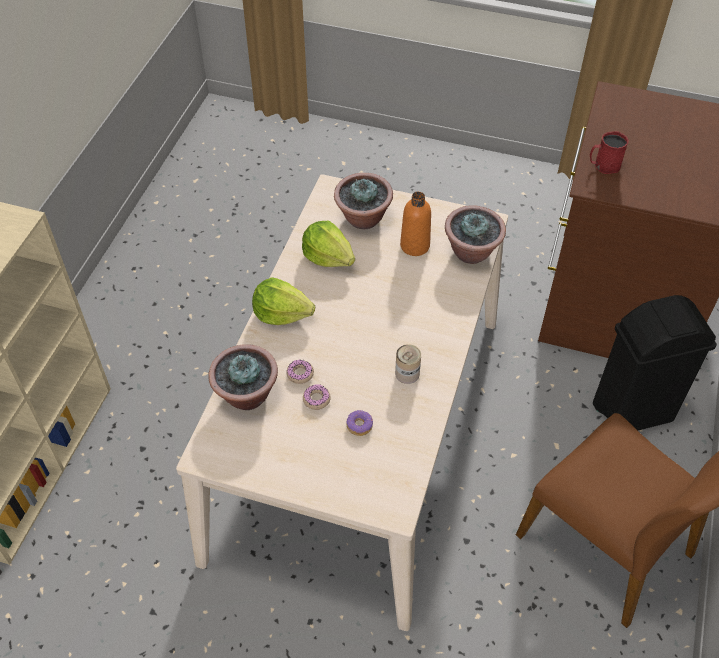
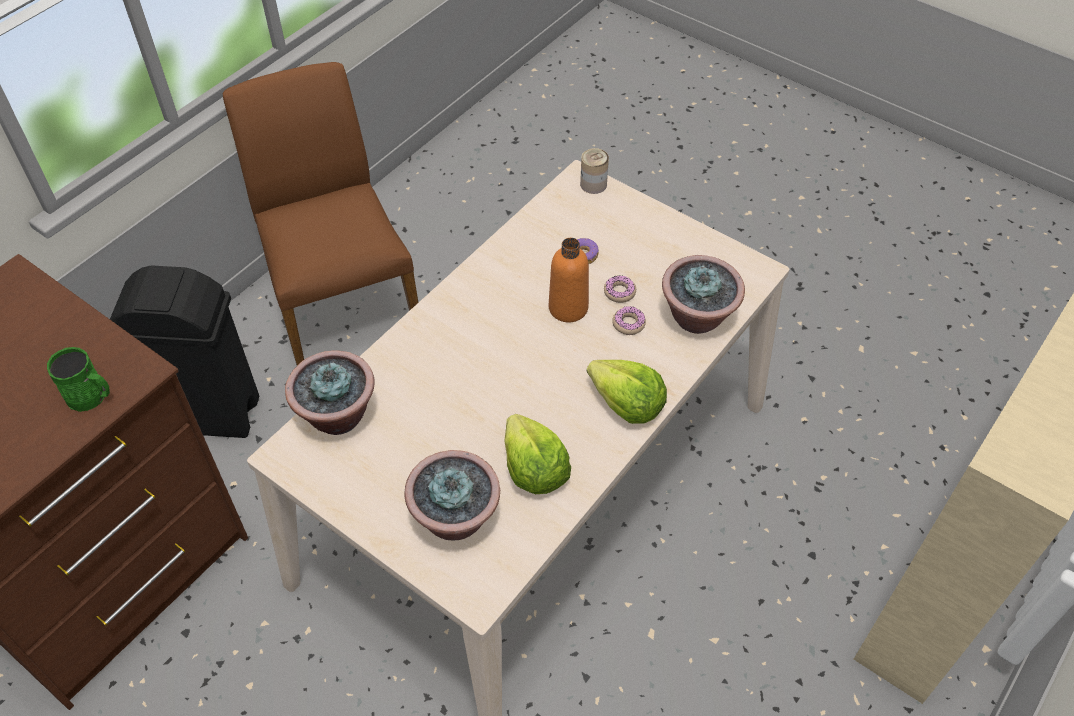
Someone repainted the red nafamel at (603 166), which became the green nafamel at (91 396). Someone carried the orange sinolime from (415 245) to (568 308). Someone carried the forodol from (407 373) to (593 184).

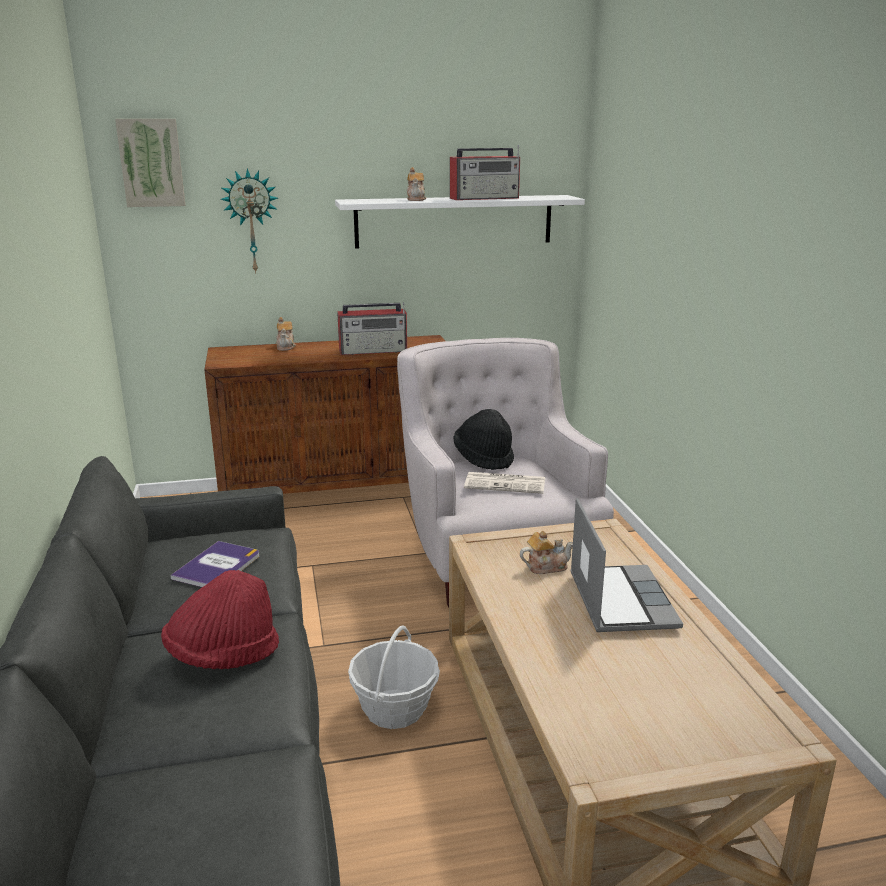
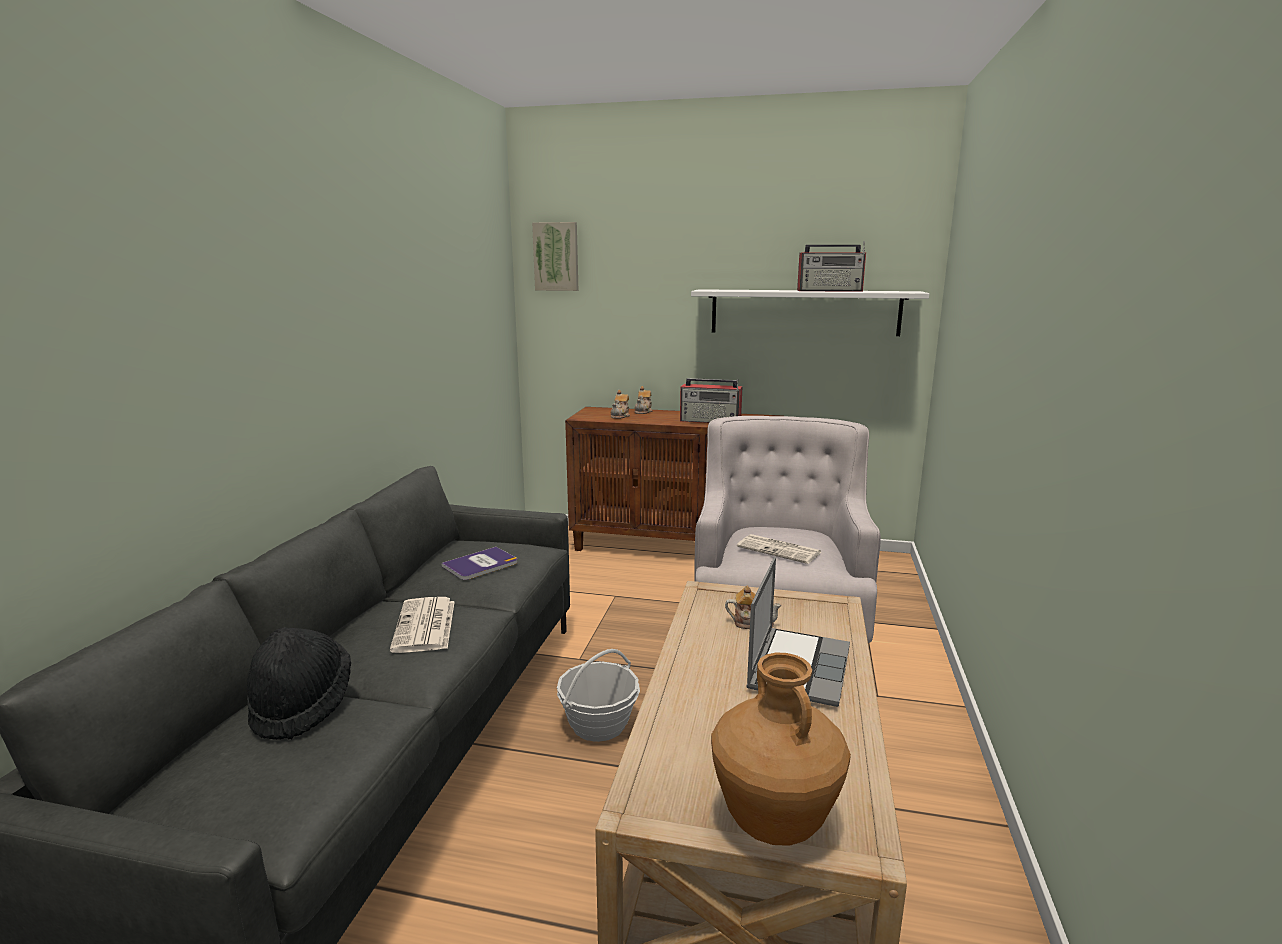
Someone carried the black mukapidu from (484 458) to (302 705). Someone swapped the red mukapidu at (223 655) for the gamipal at (425 626). Someone carried the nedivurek from (416 199) to (620 416). Someone put down the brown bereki at (774 824). Someone took away the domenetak at (251 221).

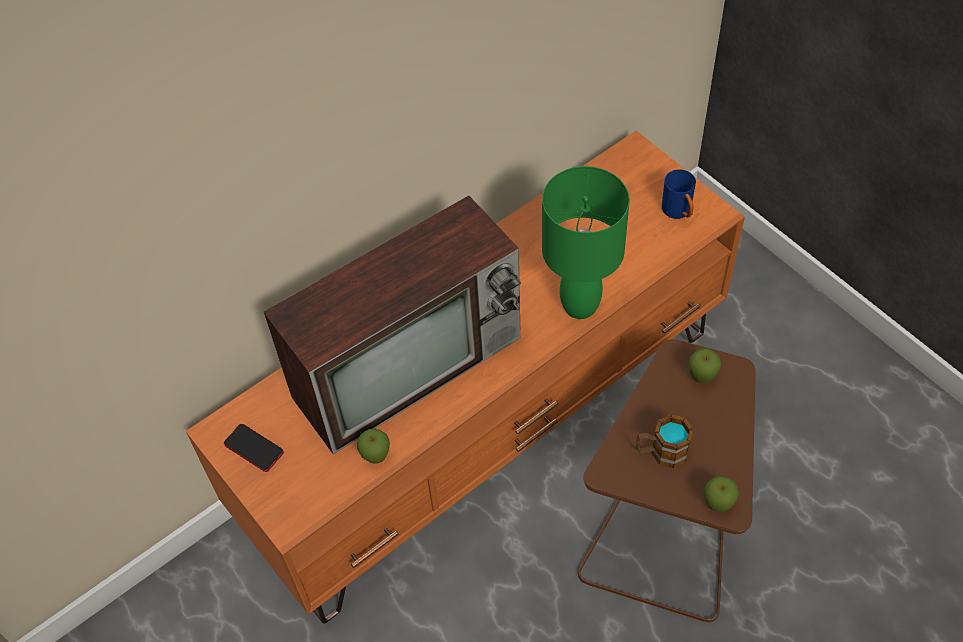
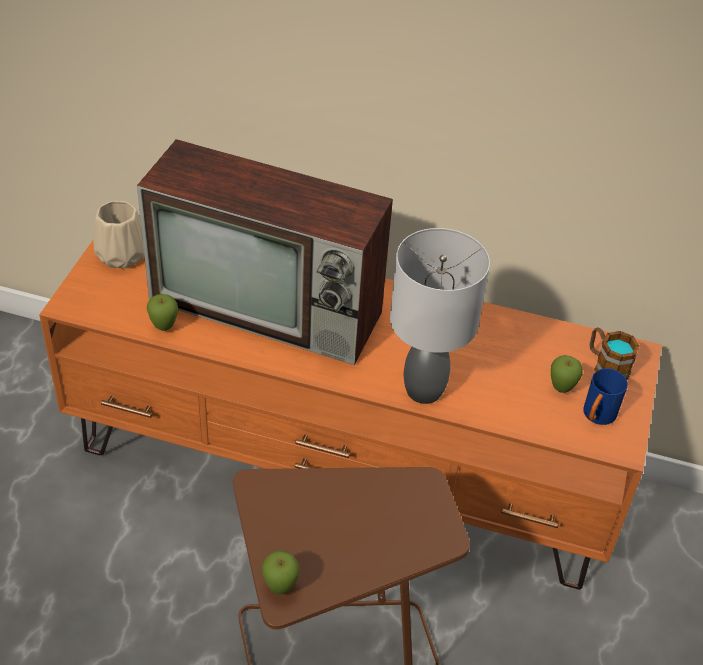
Someone swapped the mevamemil at (254 448) for the beige bereki at (123 255). Someone repainted the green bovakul at (581 306), which became the grey bovakul at (423 391). Someone carried the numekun from (701 378) to (561 389). Someone carried the nafamel from (661 452) to (606 366).

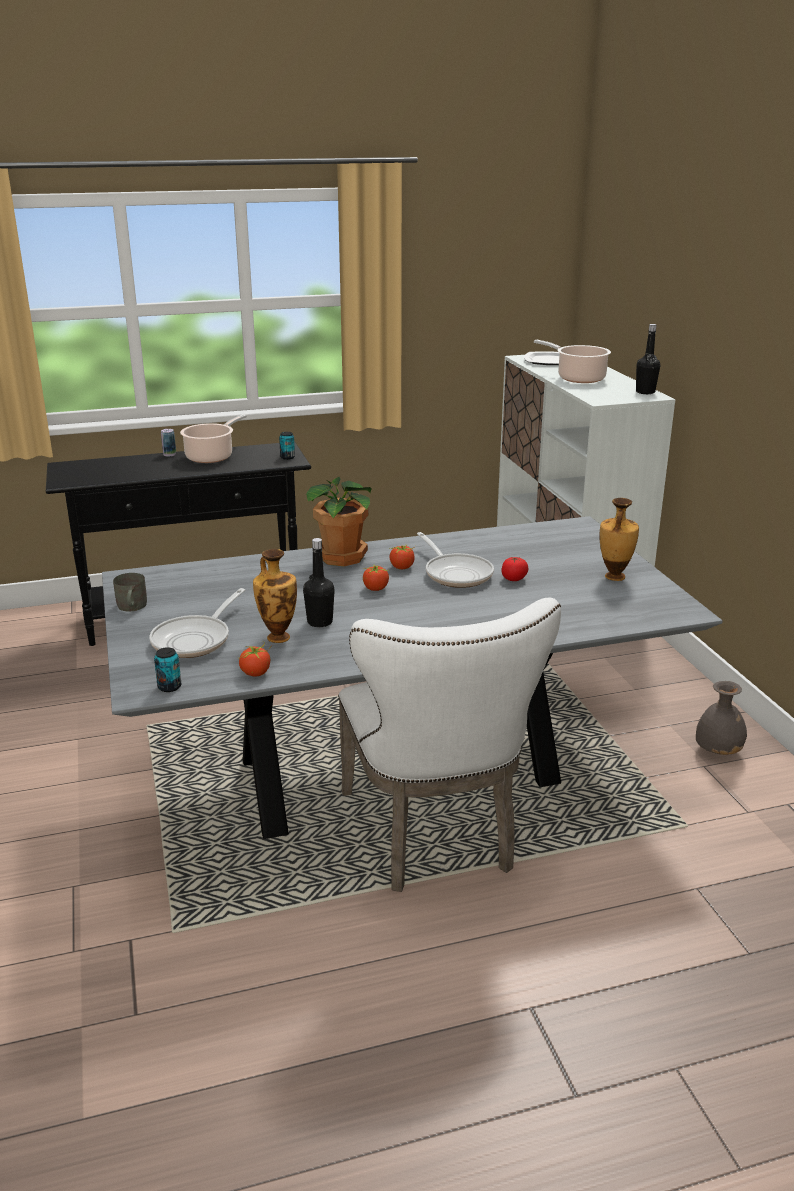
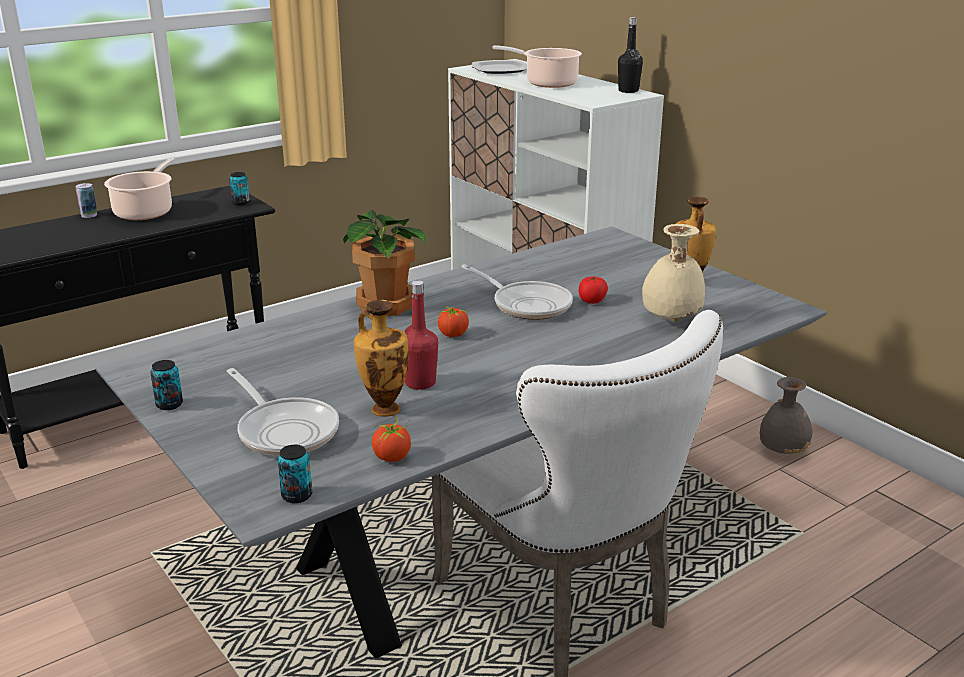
Someone swapped the grey nafamel at (131 607) for the forodol at (169 404). Someone rotated the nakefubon at (195 639) by 45 degrees counterclockwise. Someone repainted the black sinolime at (320 622), which became the red sinolime at (420 383). Someone put down the beige bereki at (670 320). Someone took away the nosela at (402 567).

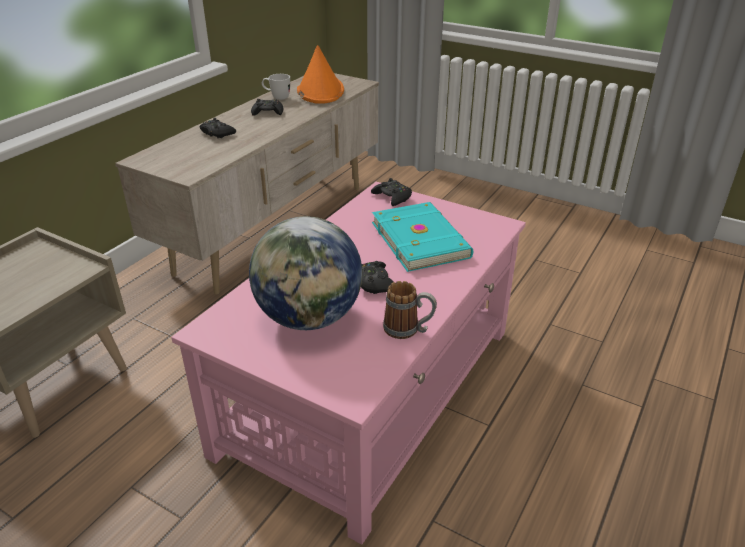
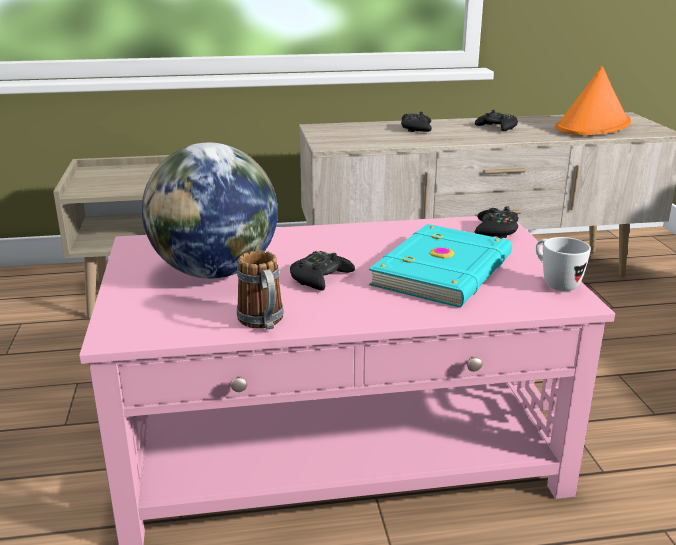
Someone carried the white nafamel from (277 98) to (555 283).

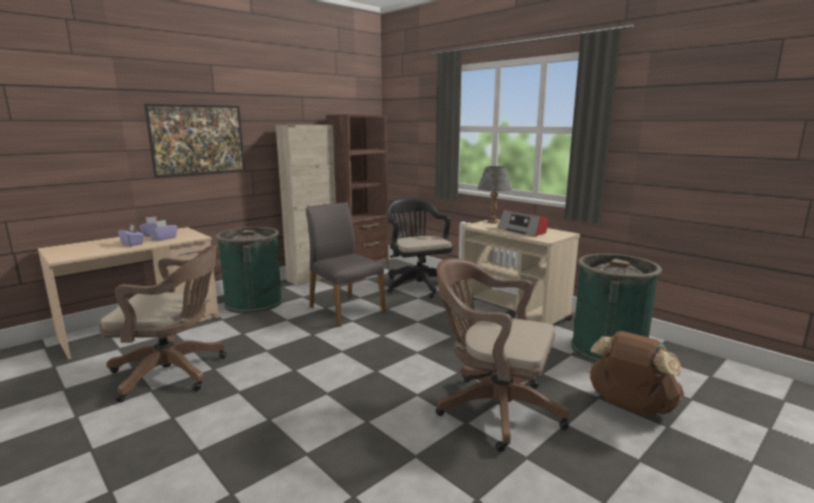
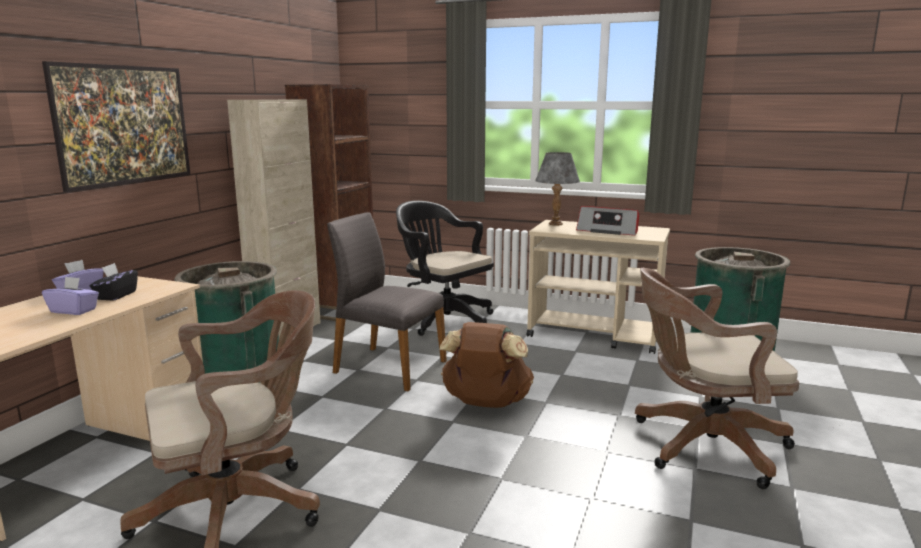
Someone repainted the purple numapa at (163 238), which became the black numapa at (116 295). Someone carried the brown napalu from (629 407) to (485 403).

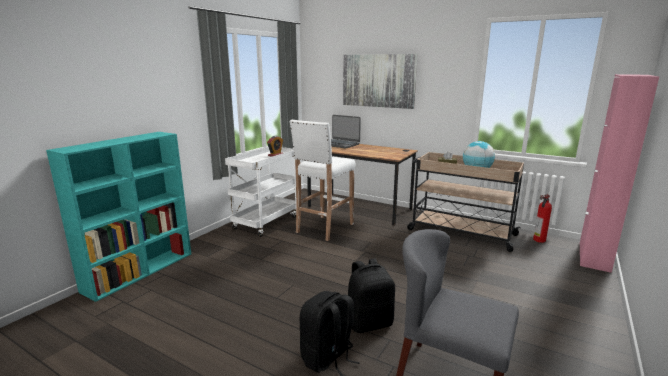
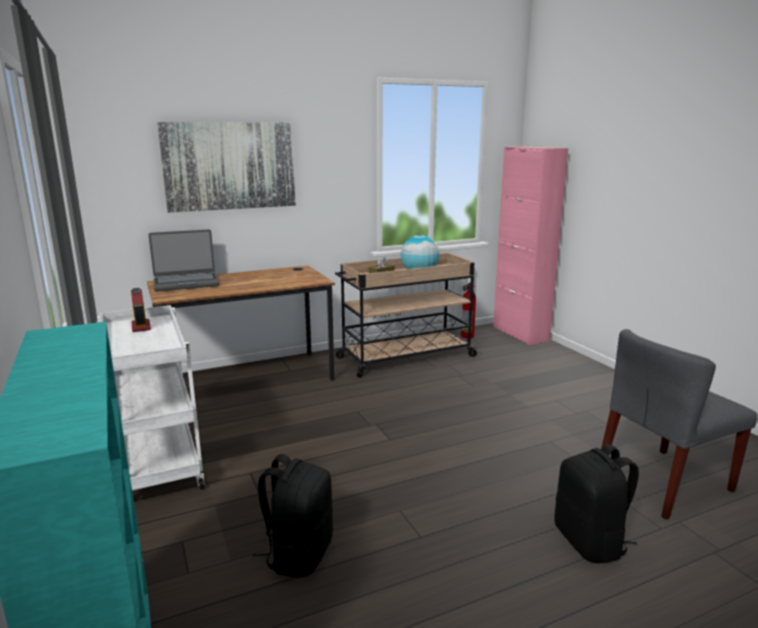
Someone carried the black napalu from (369 323) to (298 554). Someone took away the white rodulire at (324 228).

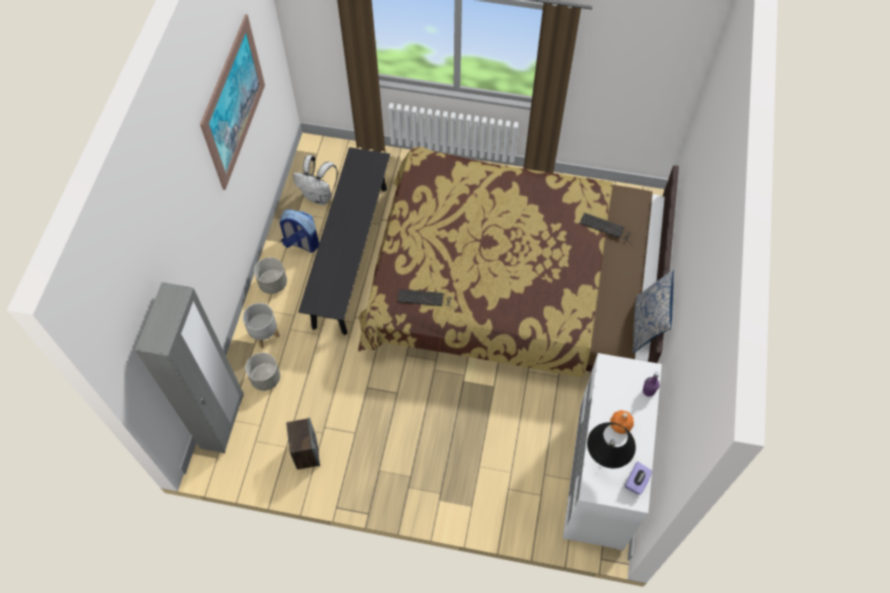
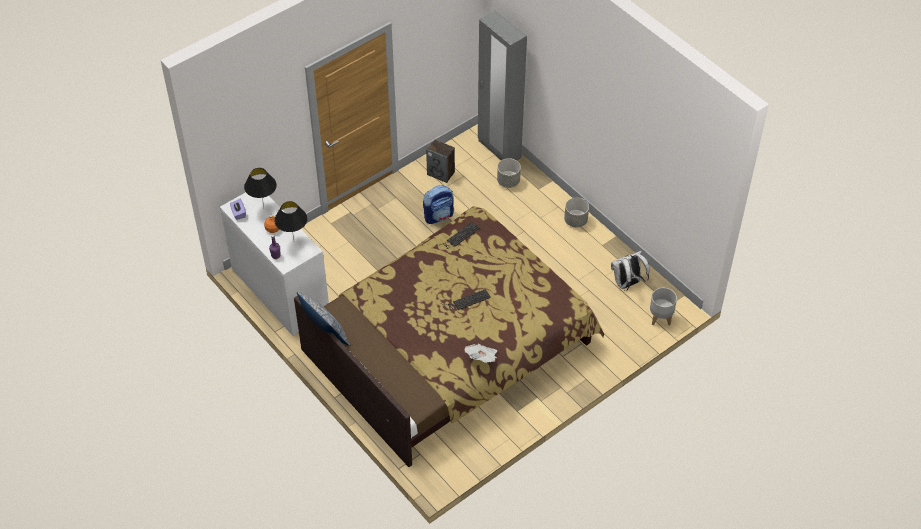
Someone put down the black bovakul at (293 241). Someone carried the napalu from (301 243) to (439 216). Someone carried the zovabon from (606 228) to (467 301). Someone put down the gamipal at (482 358). Someone carried the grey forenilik from (265 334) to (660 318). Someone took away the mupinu at (233 102). Someone took away the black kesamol at (351 255).

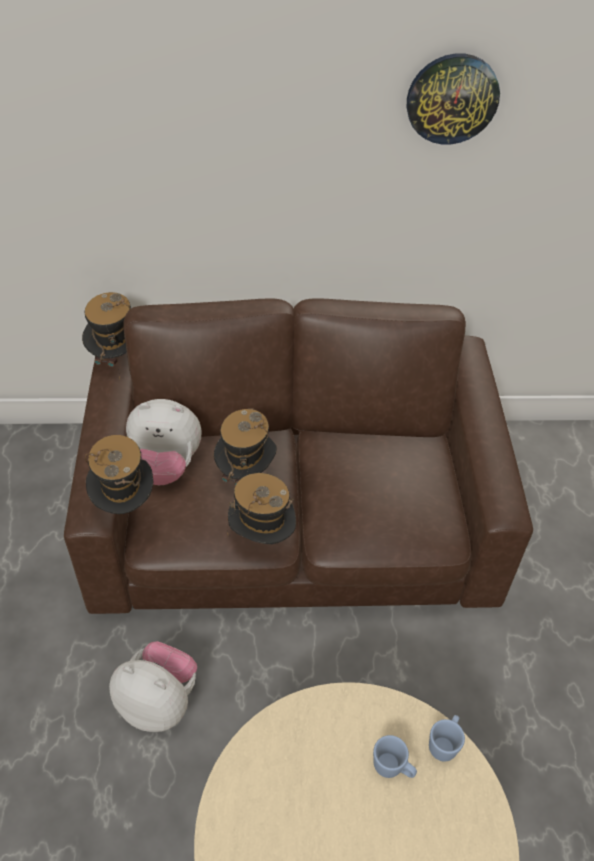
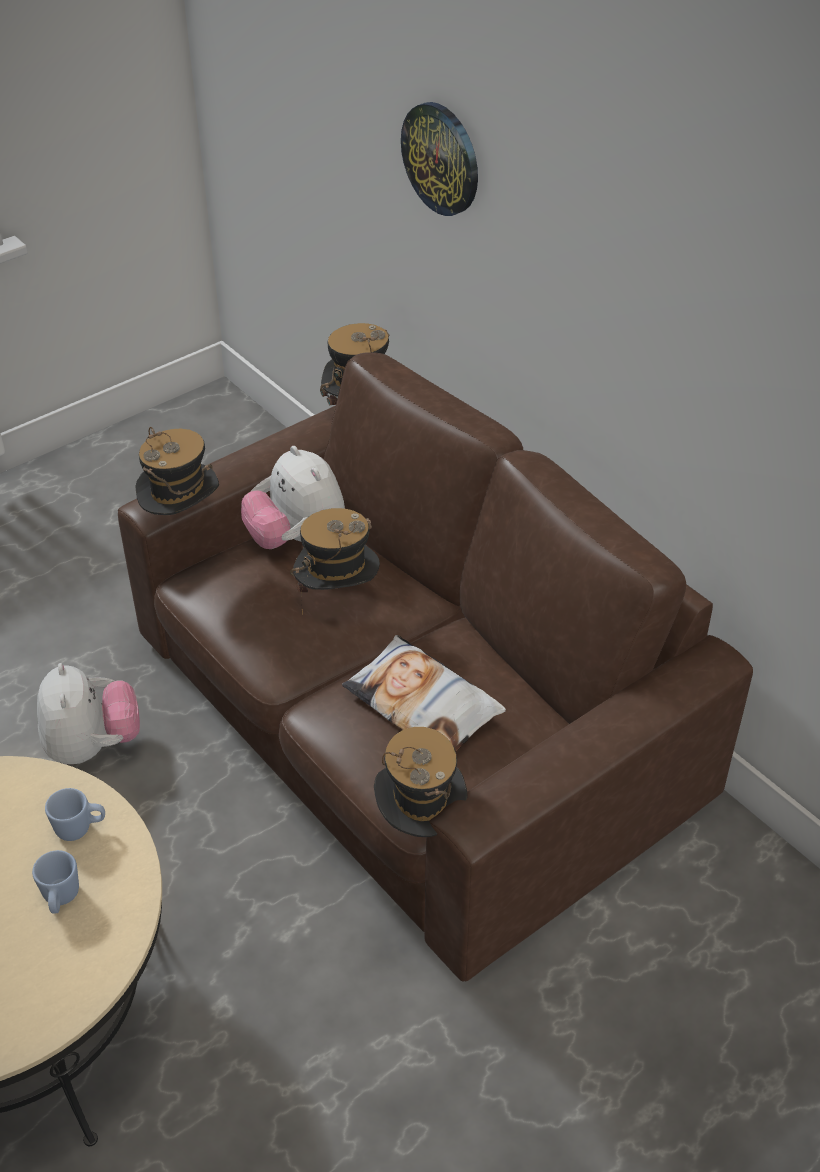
Someone carried the blue nafamel from (444 743) to (80 828). Someone put down the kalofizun at (423 705). Someone carried the mukapidu from (261 537) to (420 825). Someone carried the domenetak from (452 98) to (441 158).

